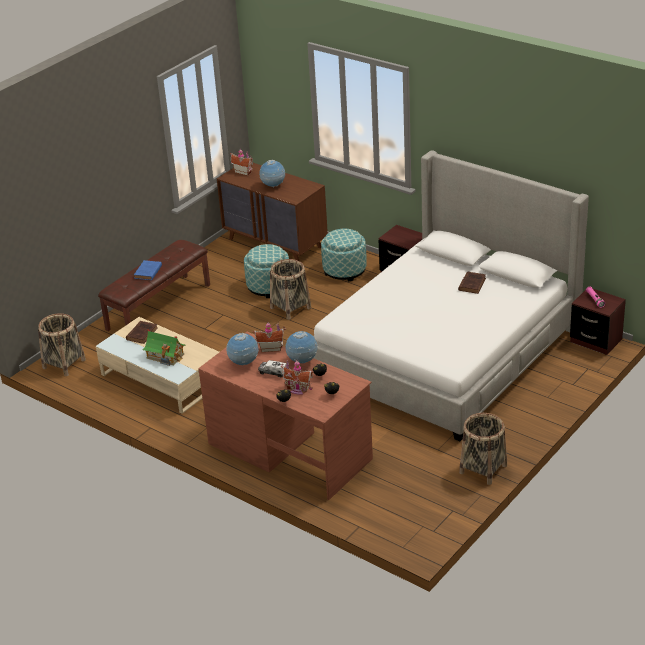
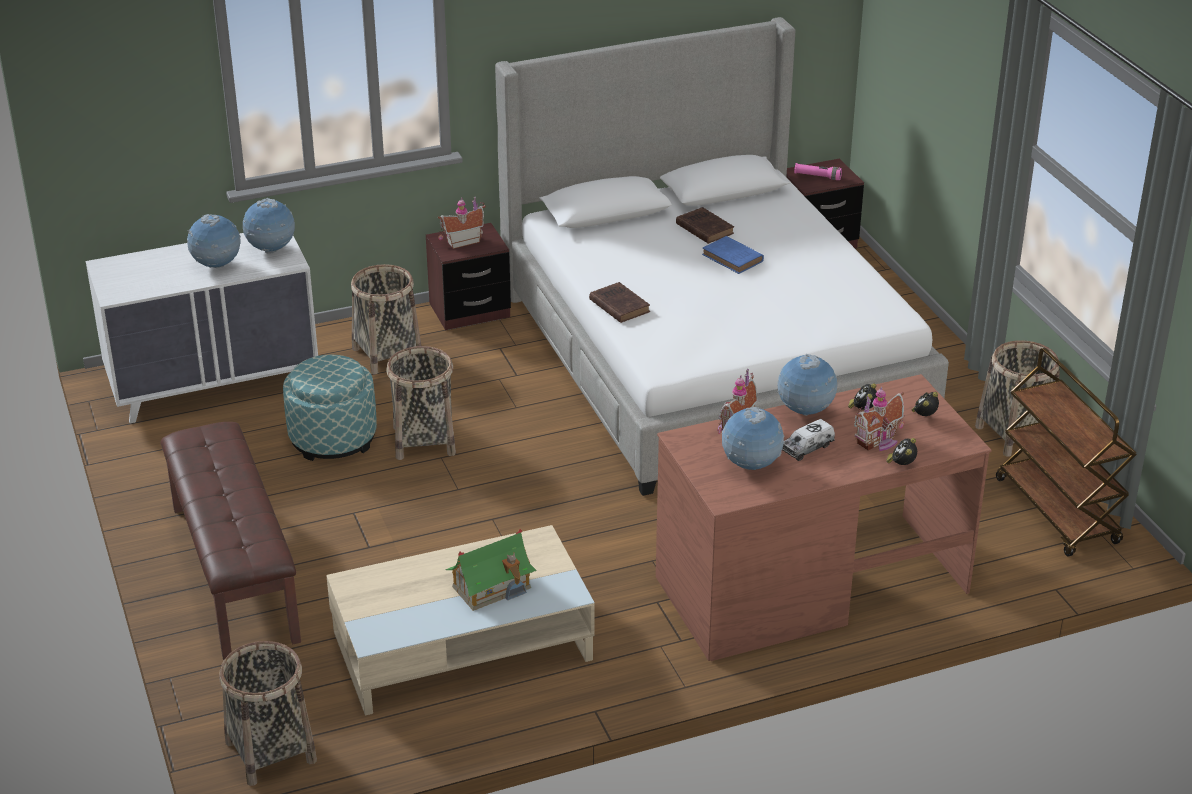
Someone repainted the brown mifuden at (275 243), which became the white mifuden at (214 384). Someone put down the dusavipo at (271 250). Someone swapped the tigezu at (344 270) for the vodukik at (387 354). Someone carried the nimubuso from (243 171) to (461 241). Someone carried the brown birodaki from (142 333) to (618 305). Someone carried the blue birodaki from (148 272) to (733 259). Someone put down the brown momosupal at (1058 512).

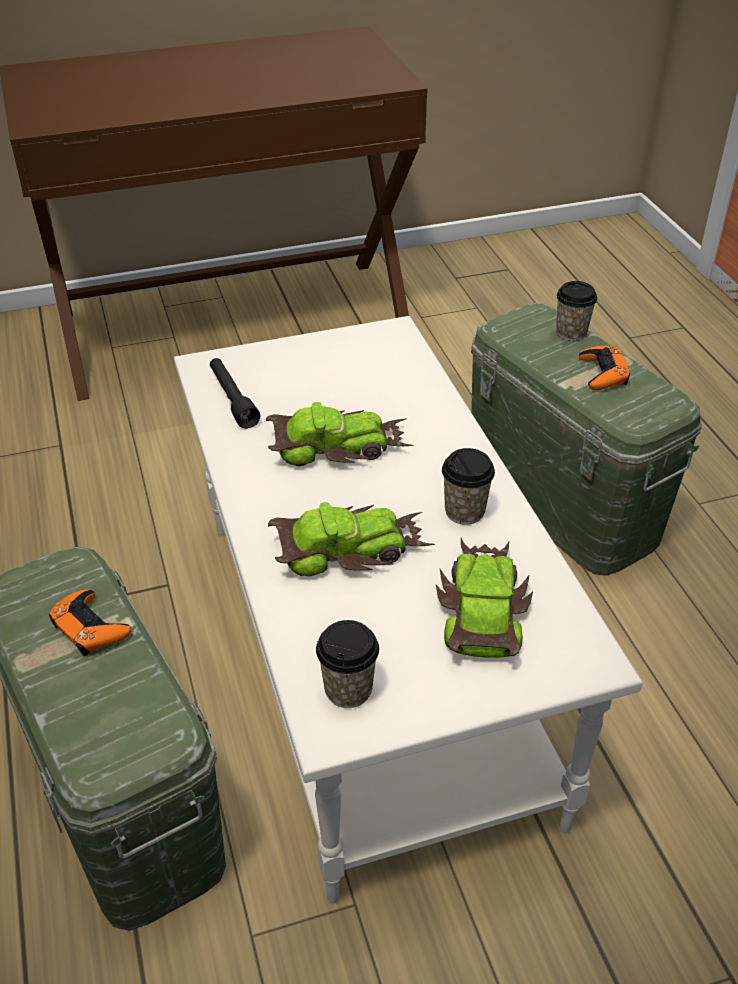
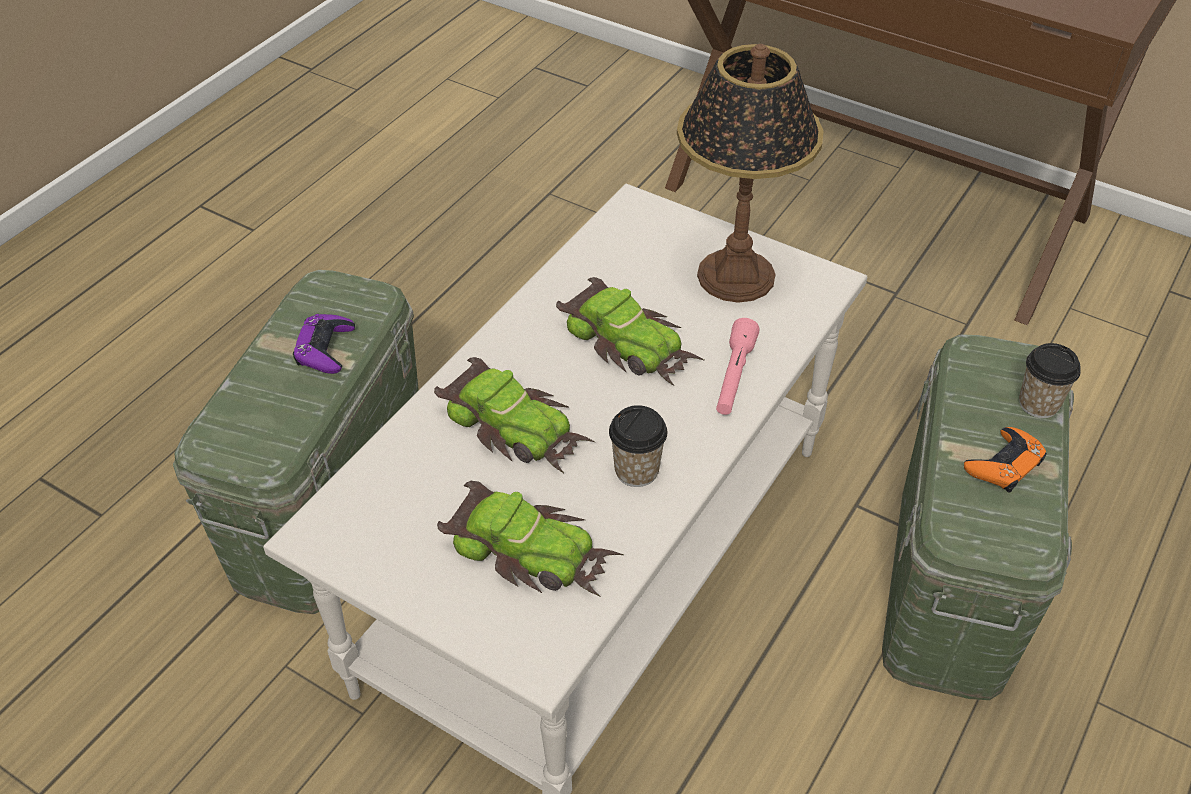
Someone repainted the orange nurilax at (90 628), which became the purple nurilax at (325 349). Someone rotated the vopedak at (481 607) by 60 degrees clockwise. Someone put down the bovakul at (735 276). Someone put down the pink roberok at (734 377). Someone took away the black roberok at (232 399). Someone took away the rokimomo at (348 689).

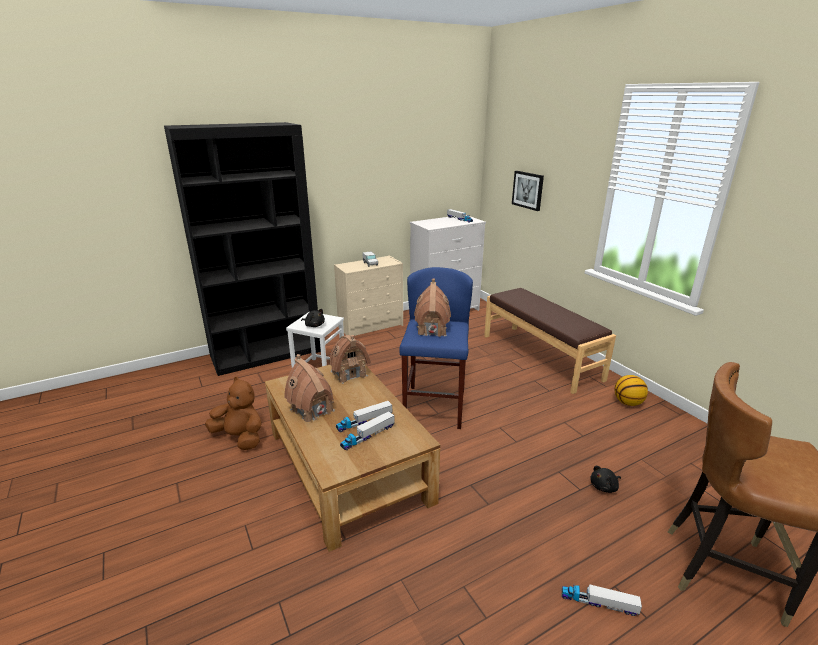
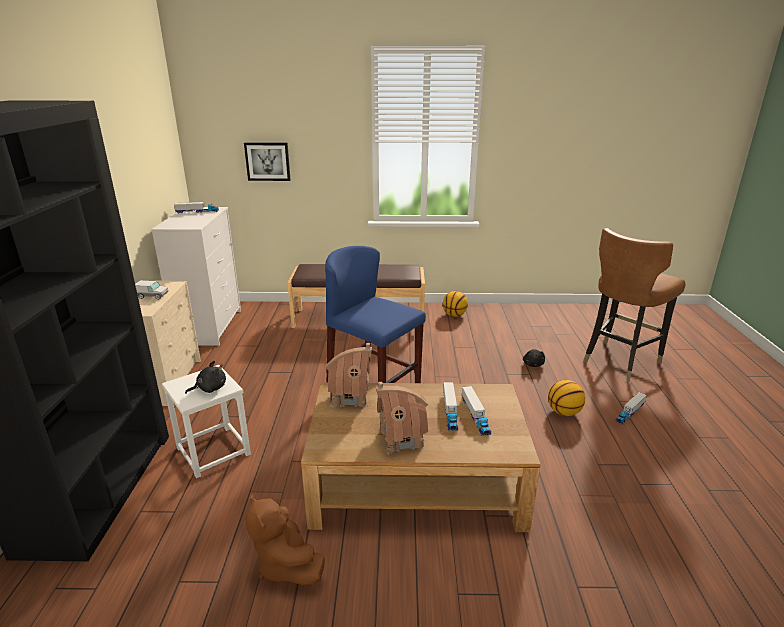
Someone rotated the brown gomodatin at (240 437) by 90 degrees counterclockwise. Someone put down the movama at (563 412). Someone took away the nimubuso at (432 329).

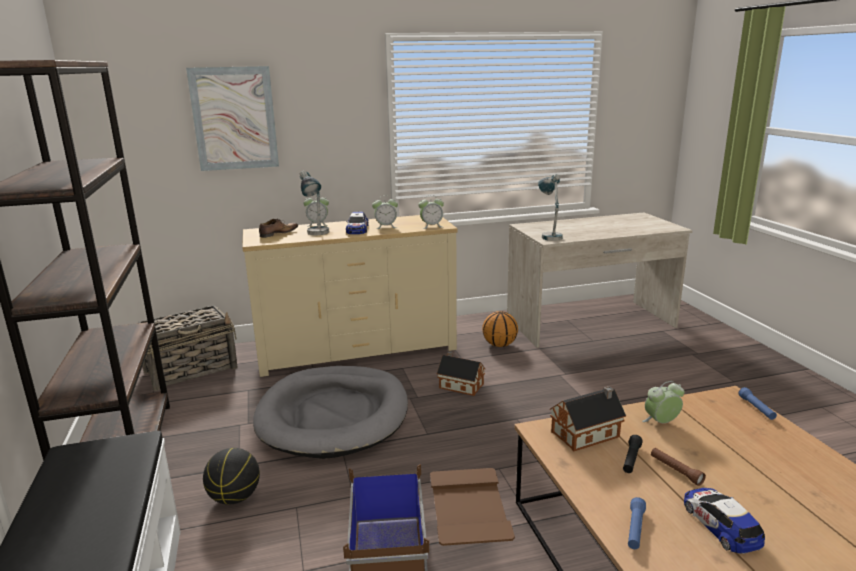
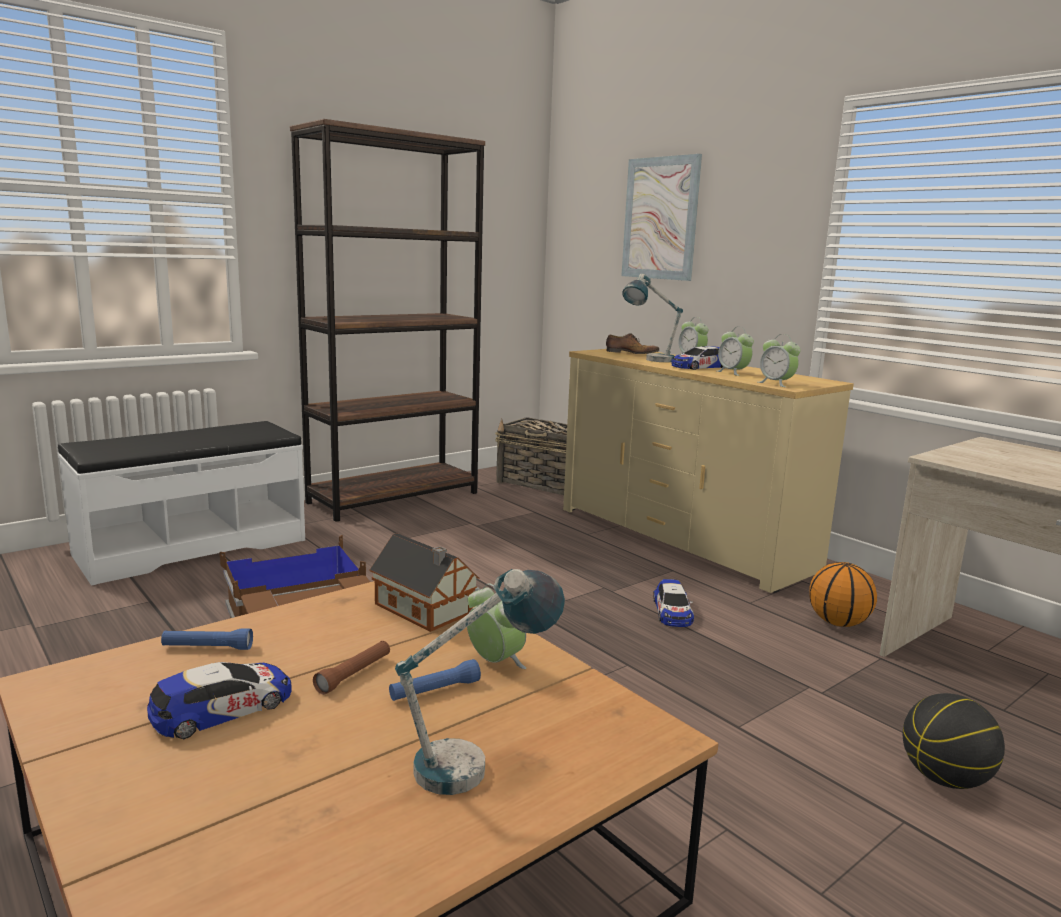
Someone carried the blue roberok from (756 408) to (435 691). Someone carried the bovakul from (549 235) to (478 762). Someone swapped the nimubuso at (459 385) for the vopedak at (672 612). Someone carried the movama from (235 497) to (945 779). Someone took away the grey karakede at (333 415). Someone took away the black roberok at (631 459).

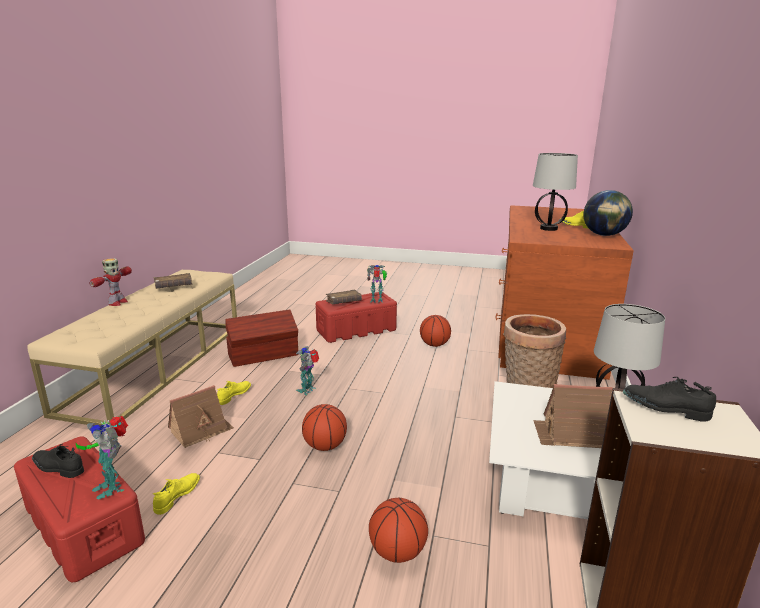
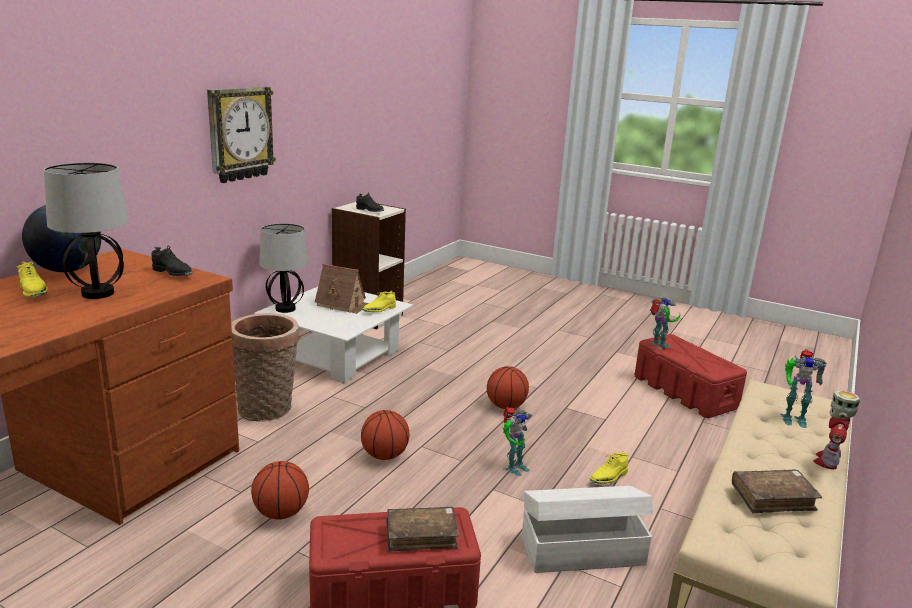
Someone carried the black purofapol from (58 468) to (173 273). Someone put up the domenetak at (239 134). Someone carried the movama from (397 552) to (385 455). Someone carried the yellow purofapol from (177 496) to (379 310). Someone repainted the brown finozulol at (264 355), which became the white finozulol at (580 550). Someone carried the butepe from (377 301) to (792 418). Someone took away the nimubuso at (201 431).

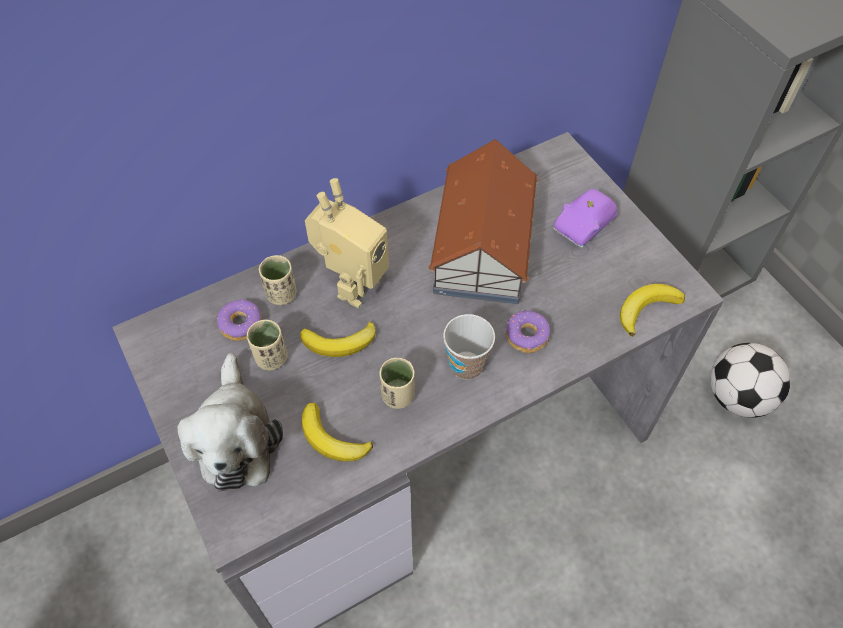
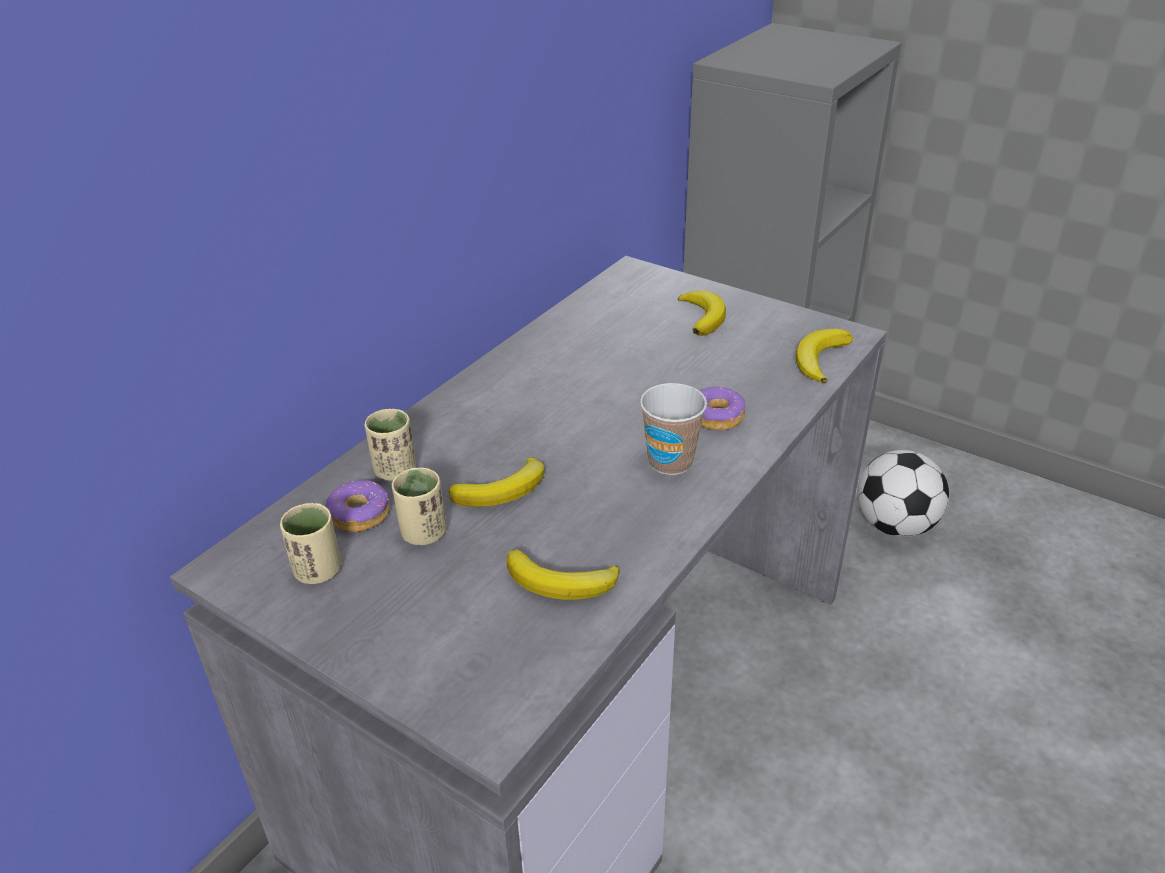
Someone carried the beige rokimomo from (398 395) to (318 571). Someone swapped the purple vopedak at (584 226) for the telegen at (703 316). Someone took away the gomodatin at (235 437). Someone took away the butepe at (352 284). Someone took away the nimubuso at (481 248).

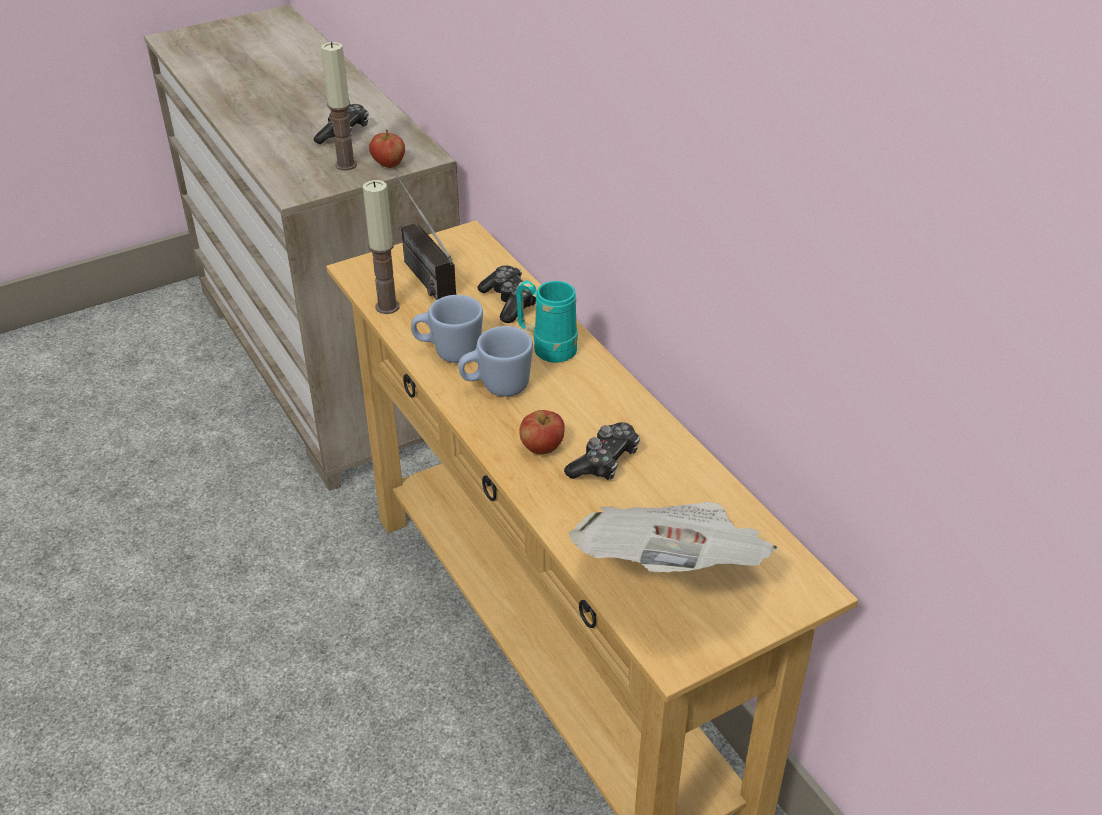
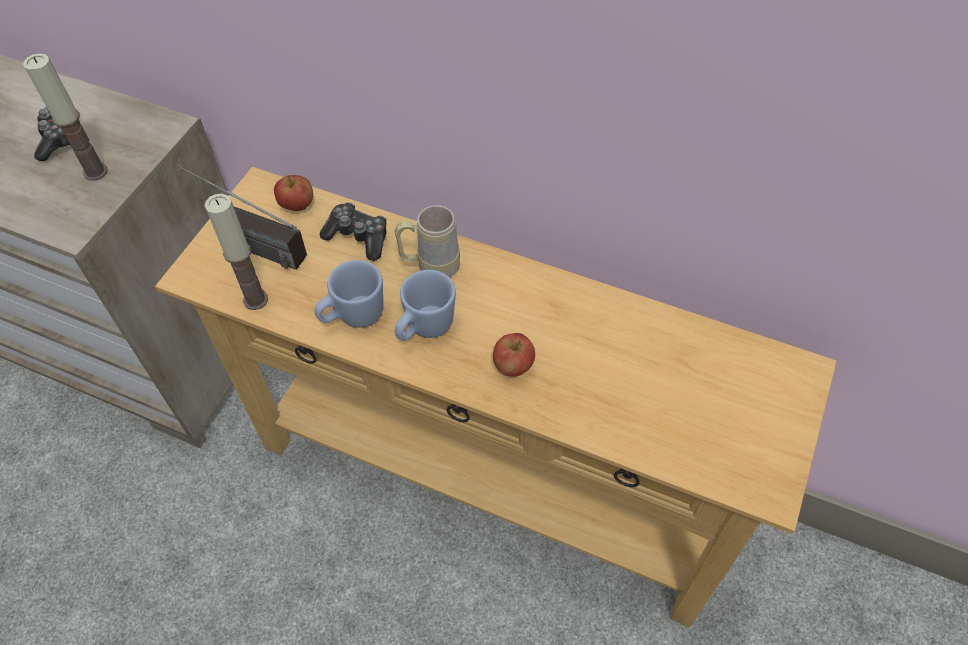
Someone carried the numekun from (388 164) to (297 205). Someone repainted the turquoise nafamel at (546 348), which became the beige nafamel at (430 266). Someone took away the nurilax at (604 461). Someone took away the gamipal at (671 571).

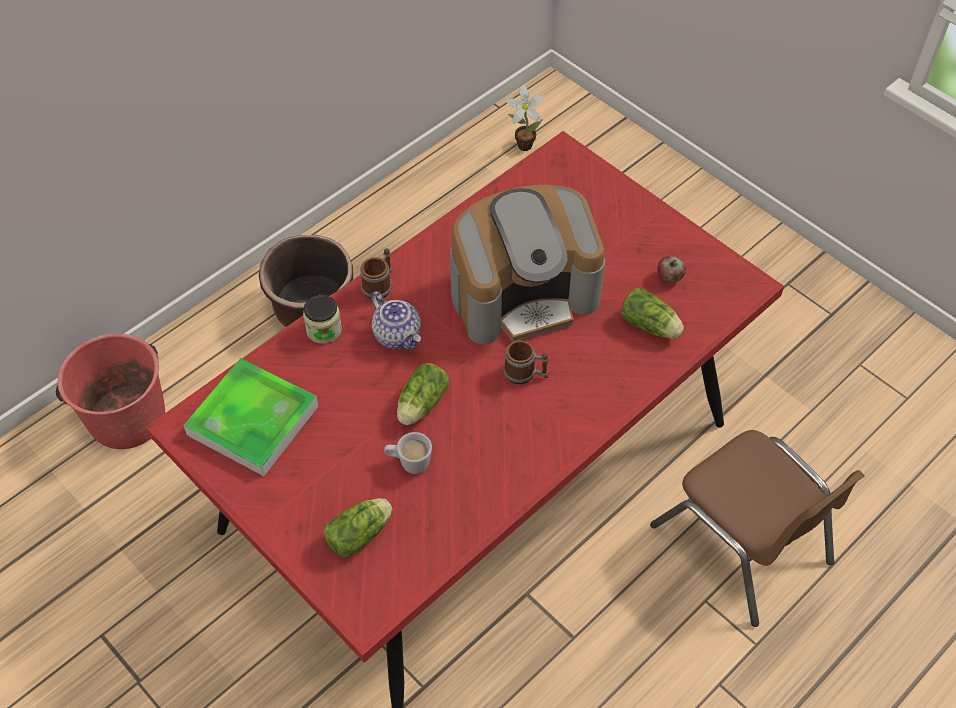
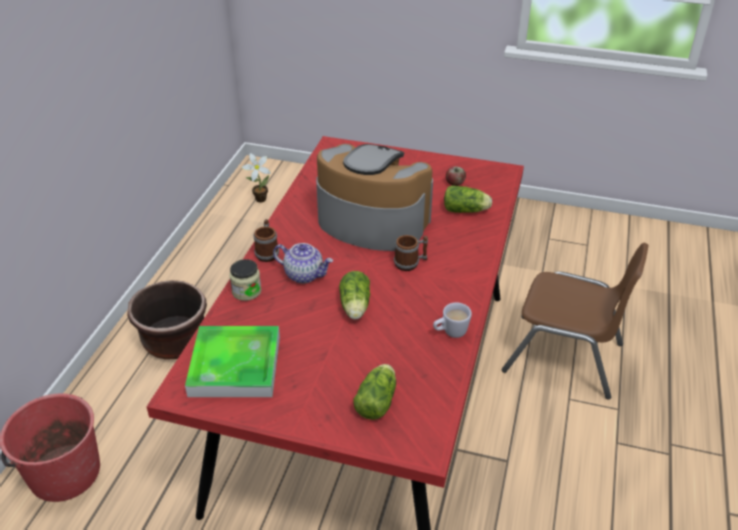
Someone rotated the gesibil at (524 293) by 105 degrees counterclockwise. Someone carried the white nafamel from (409 463) to (450 333).

